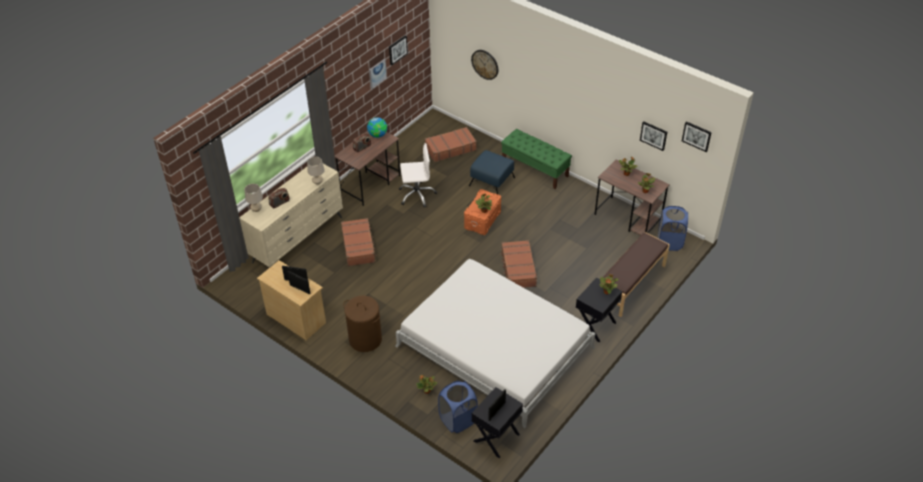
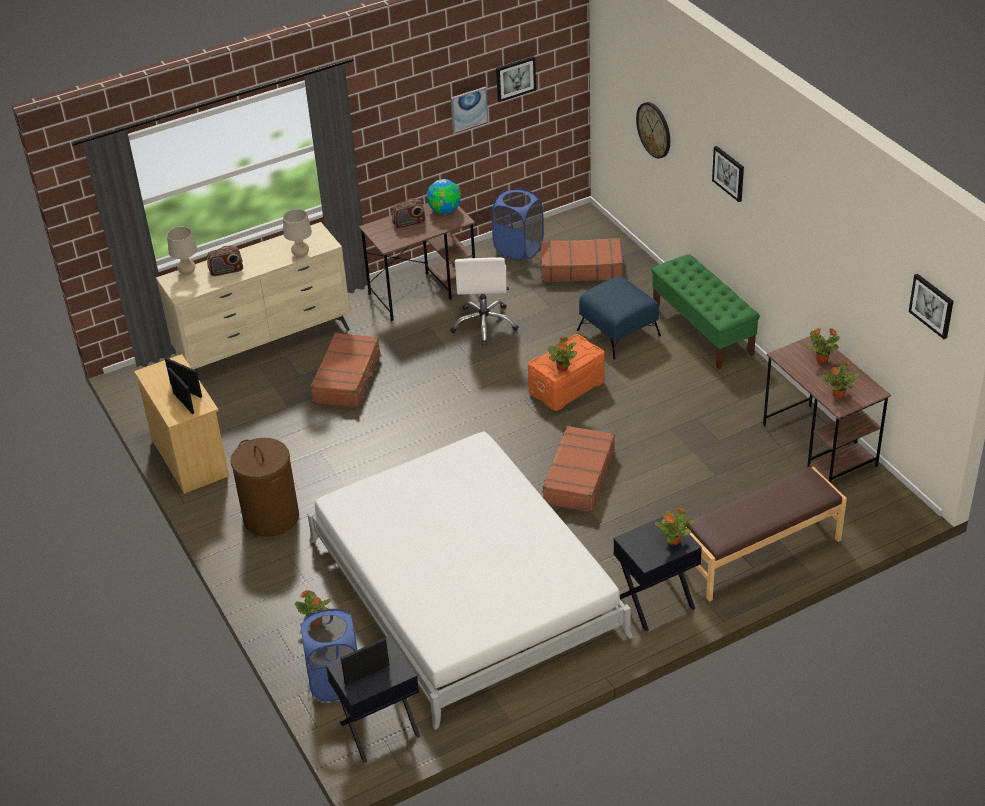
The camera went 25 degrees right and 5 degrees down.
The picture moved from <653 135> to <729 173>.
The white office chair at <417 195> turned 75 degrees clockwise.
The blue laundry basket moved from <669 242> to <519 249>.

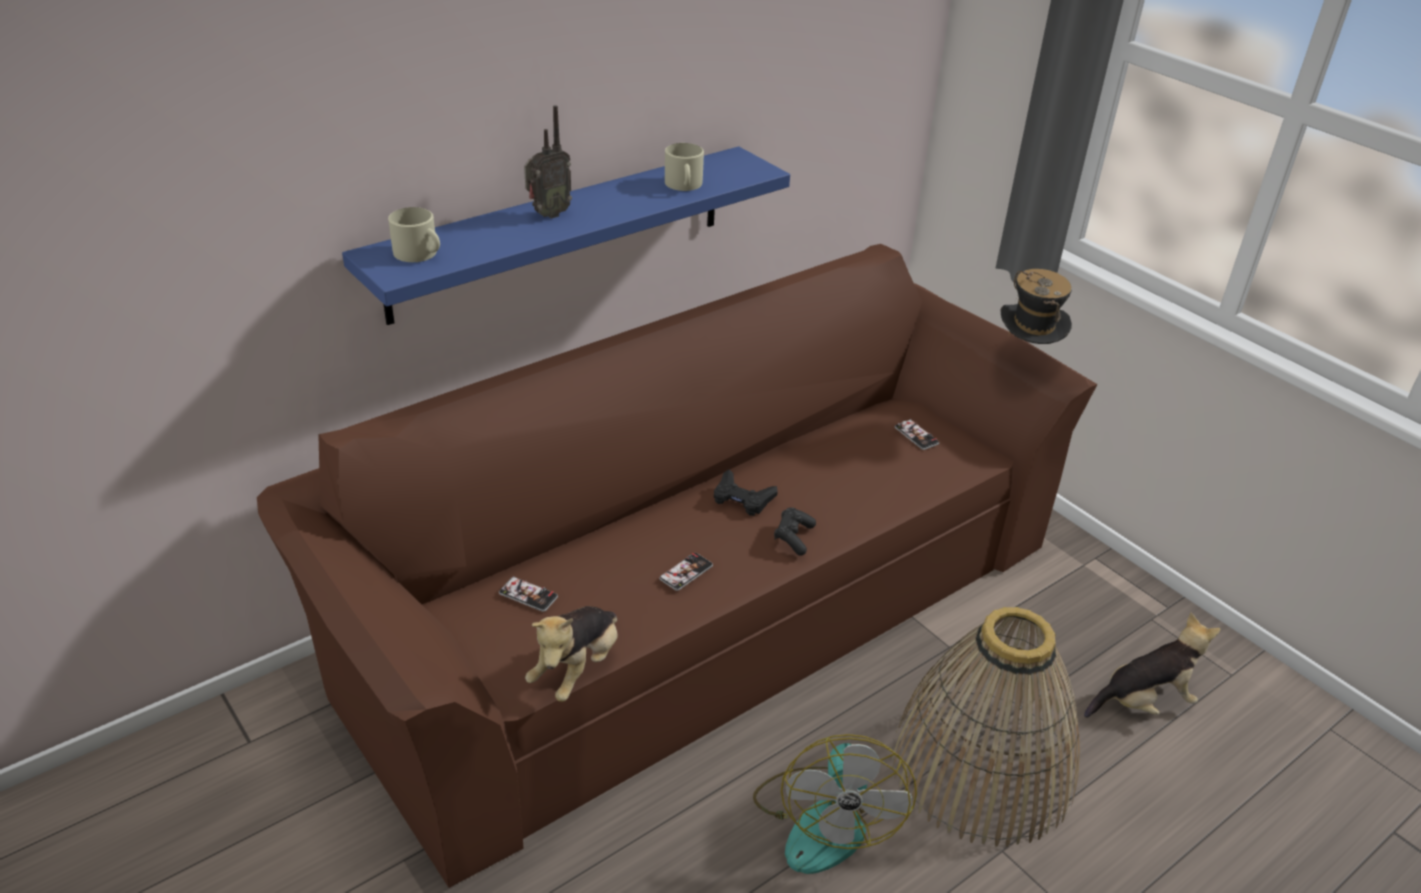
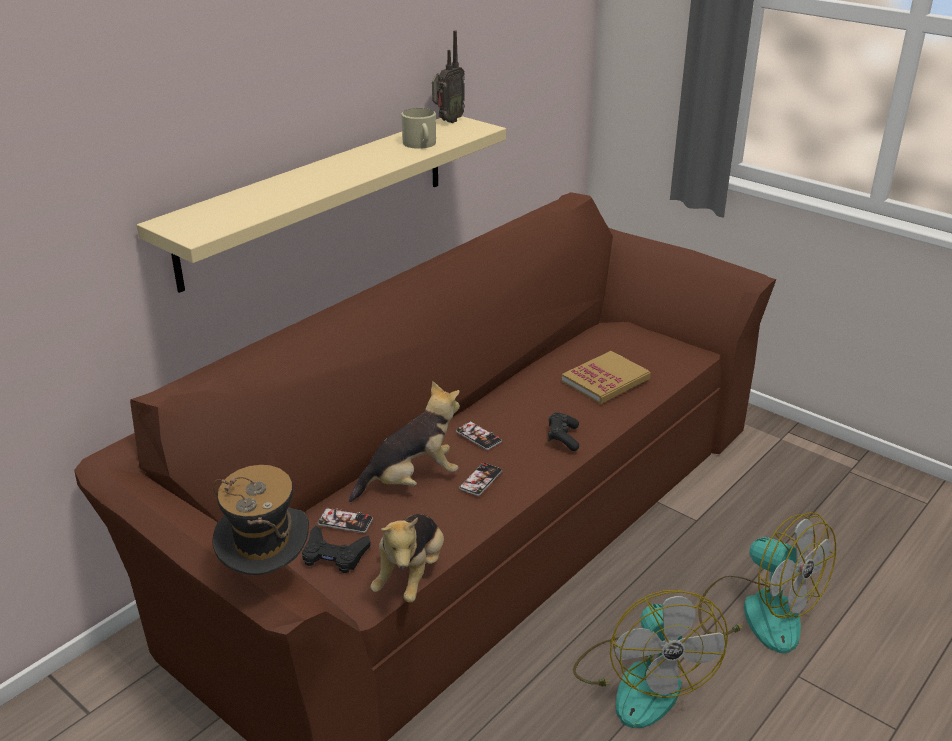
The camera went 10 degrees left and 5 degrees down.
The radio moved from <547 215> to <447 121>.
The blue shelf at <561 232> became the beige shelf at <318 197>.
The beige mug at <419 253> disappeared.
The hat moved from <1026 355> to <267 576>.
The phone moved from <916 435> to <478 436>.
The black game controller moved from <742 498> to <334 555>.
The basket at <981 767> was replaced by the fan at <757 612>.
The plush toy moved from <1143 702> to <411 480>.
The book at <605 380> appeared.

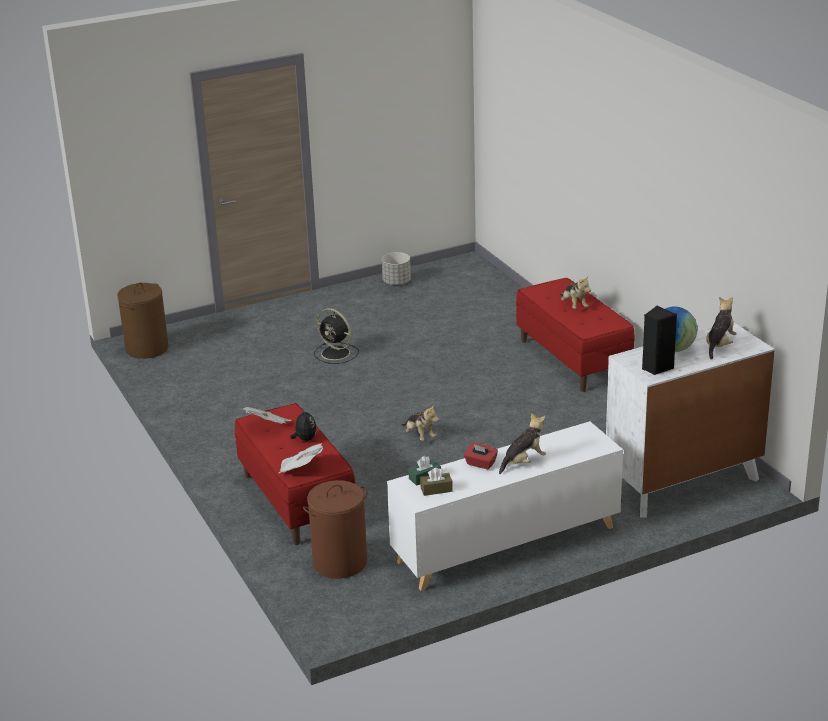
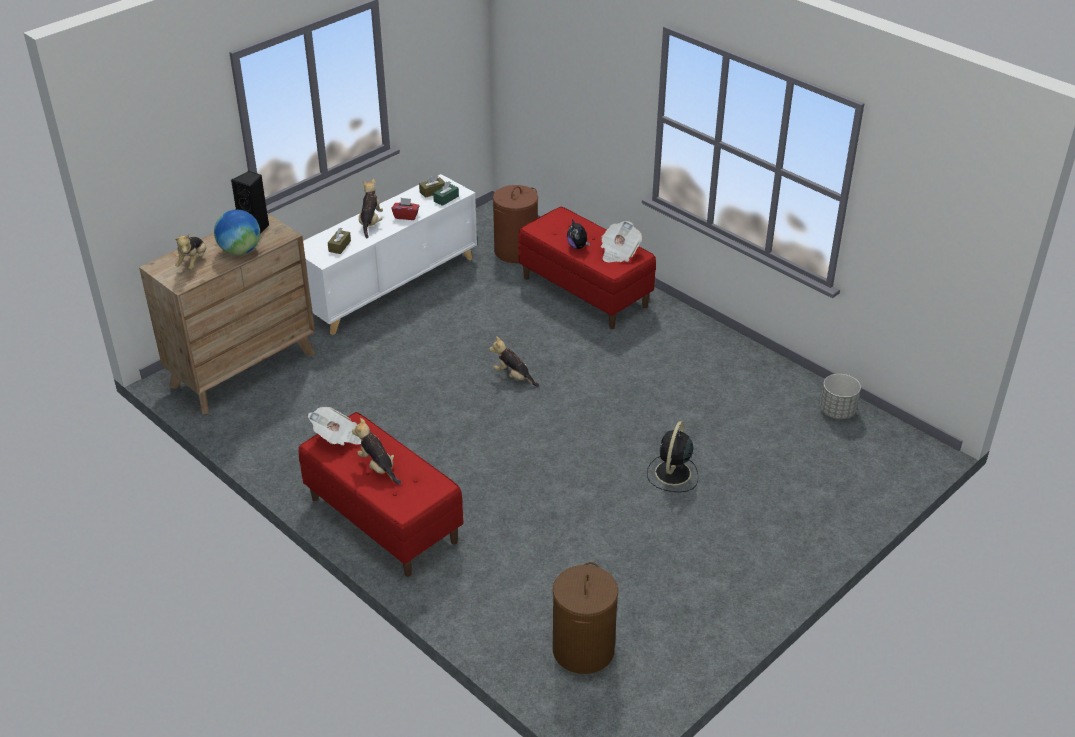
The camera went 160 degrees right and 10 degrees up.
The grey planter moved from <397 282> to <837 411>.
The brown laundry basket moved from <147 348> to <583 650>.
The black fan at <336 353> turned 90 degrees counterclockwise.
The white dresser at <683 483> became the brown dresser at <243 369>.
The plush toy at <523 462> turned 150 degrees clockwise.
The newspaper moved from <300 469> to <337 437>.
The brown tissue box at <339 246> appeared.

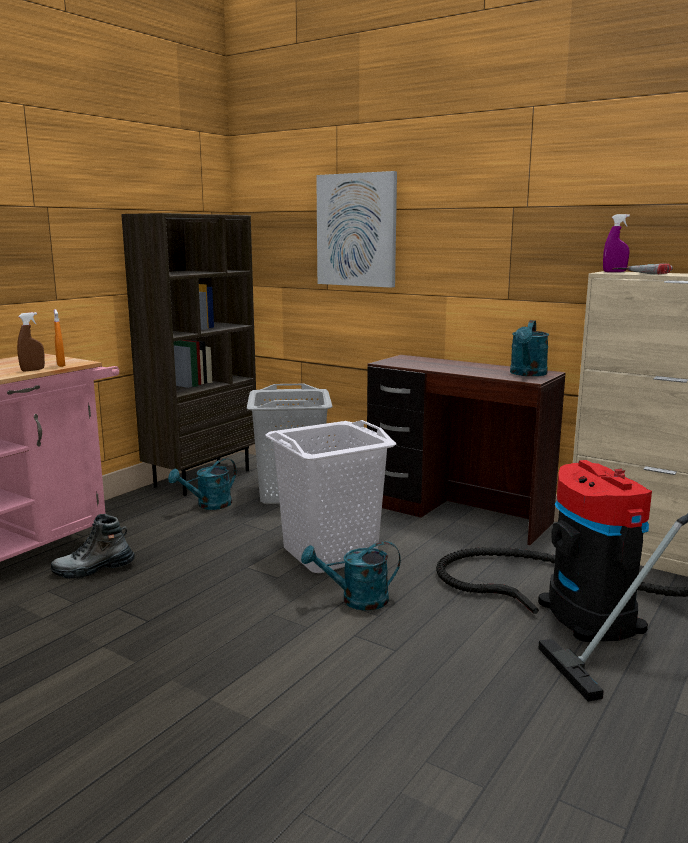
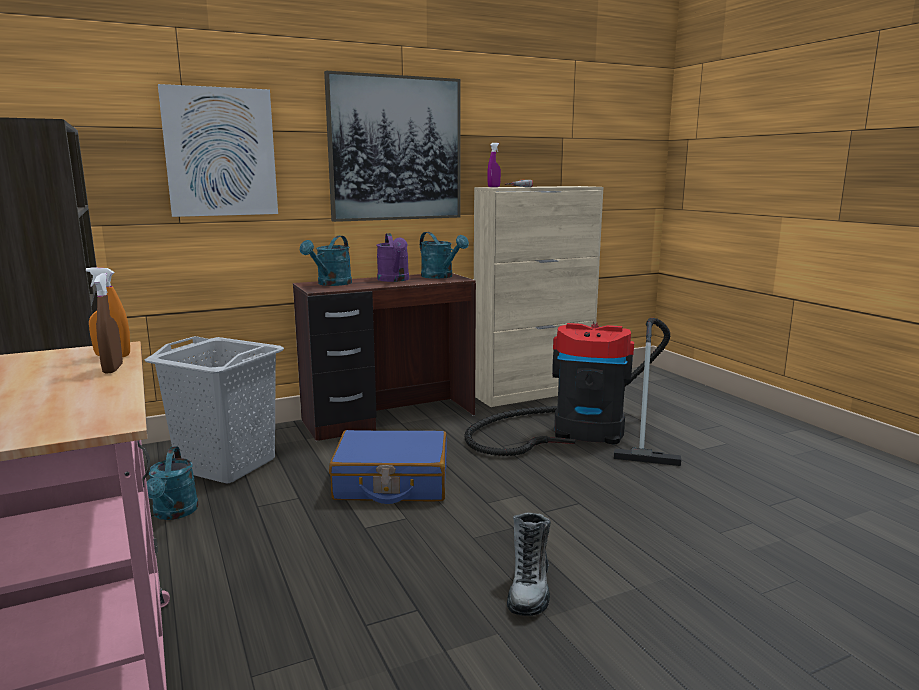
The camera went 60 degrees left and 0 degrees up.
The white laundry basket at <331 554> was replaced by the blue suitcase at <391 483>.
The boot moved from <94 569> to <529 589>.
The turquoise watering can moved from <356 600> to <331 284>.
The picture at <395 149> appeared.
The purple watering can at <394 280> appeared.

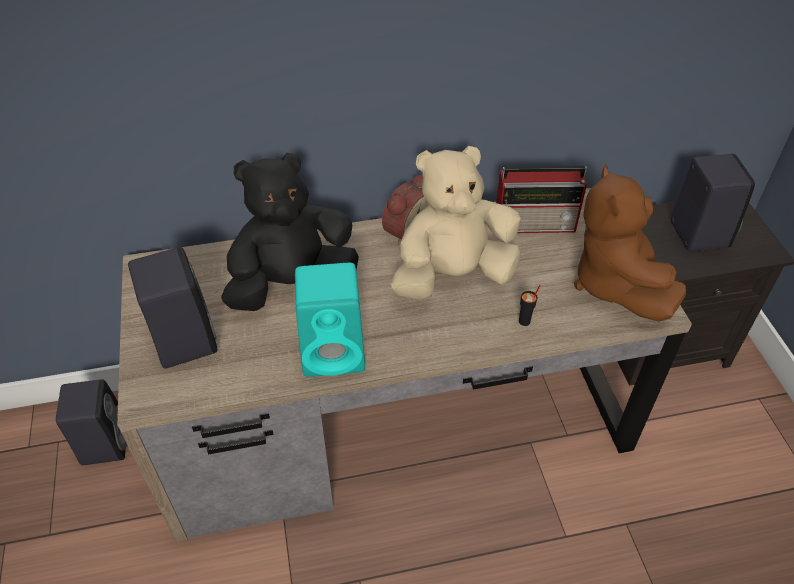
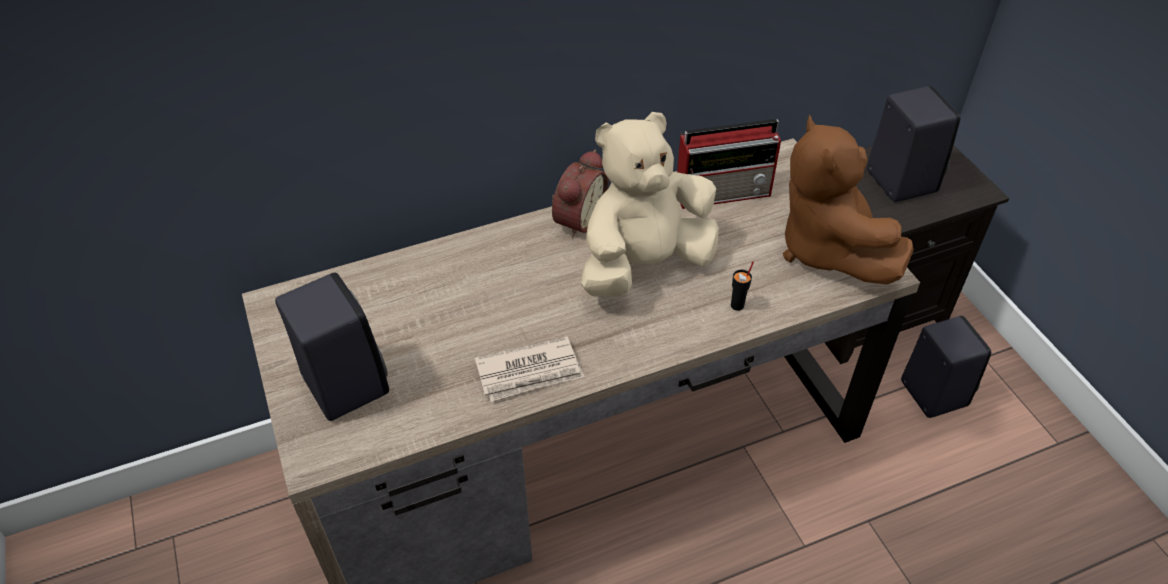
The camera went 10 degrees left and 0 degrees up.
The black plush toy at <292 283> disappeared.
The turquoise speaker at <335 352> was replaced by the newspaper at <530 372>.
The black speaker moved from <104 441> to <931 391>.

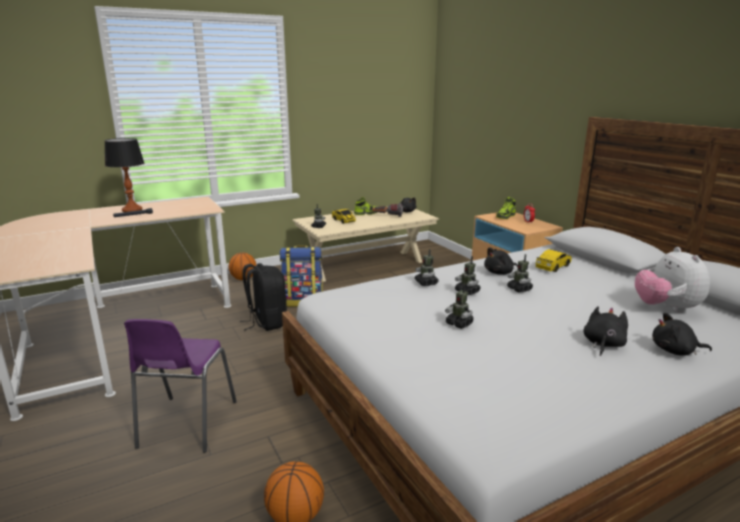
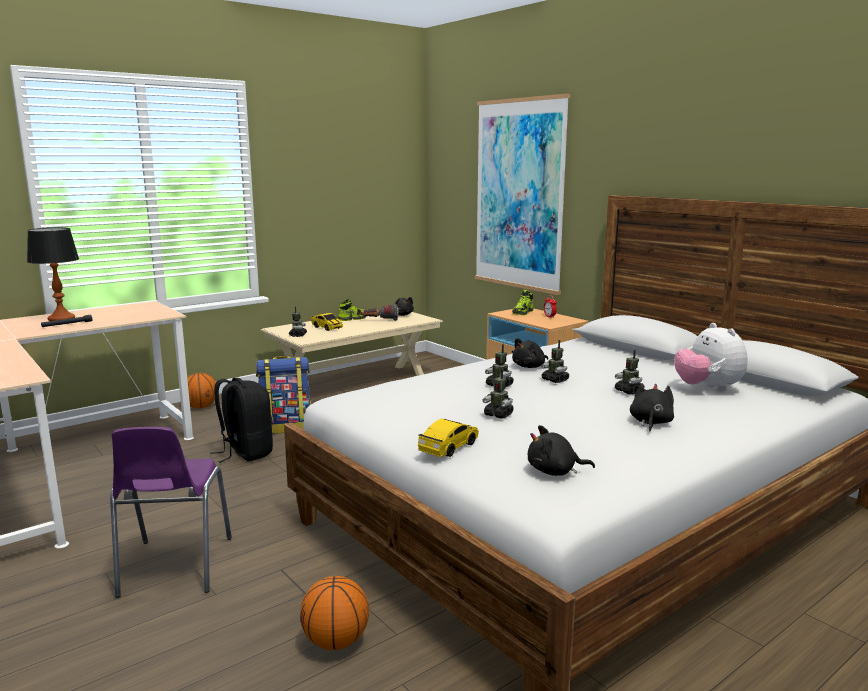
The camera went 10 degrees left and 5 degrees down.
The toy robot moved from <426 283> to <629 391>.
The toy car moved from <553 267> to <449 447>.
The black plush toy moved from <675 351> to <555 472>.
The picture at <519 195> appeared.

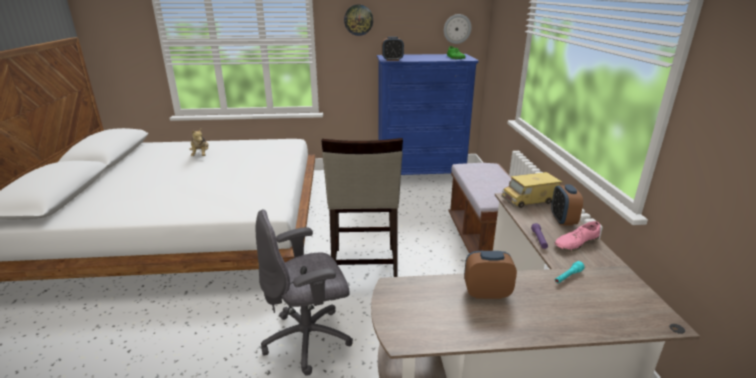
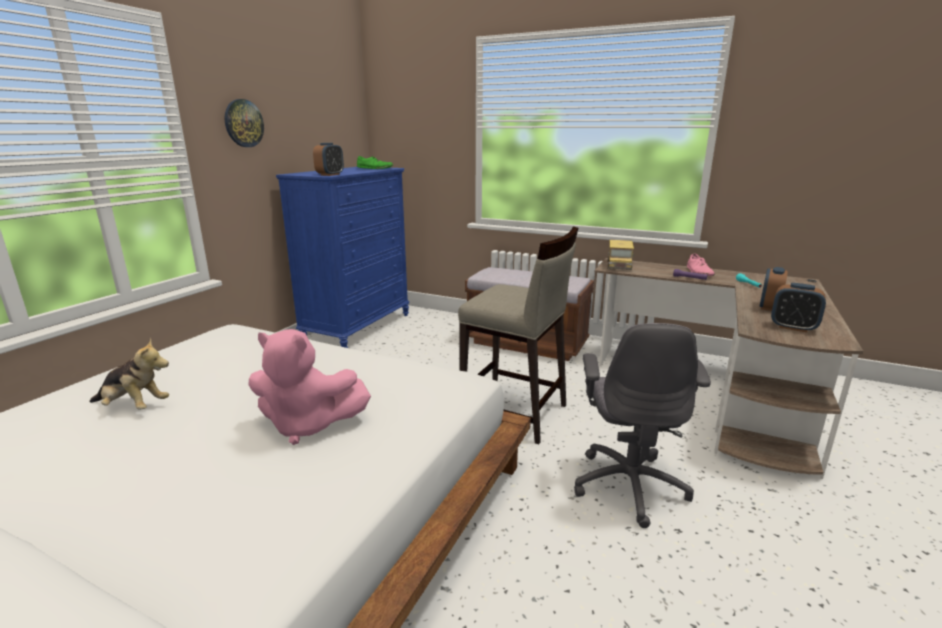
The camera went 60 degrees left and 5 degrees down.
The wall clock at <457 29> disappeared.
The alarm clock moved from <563 220> to <793 327>.
The pink plush toy at <308 425> appeared.

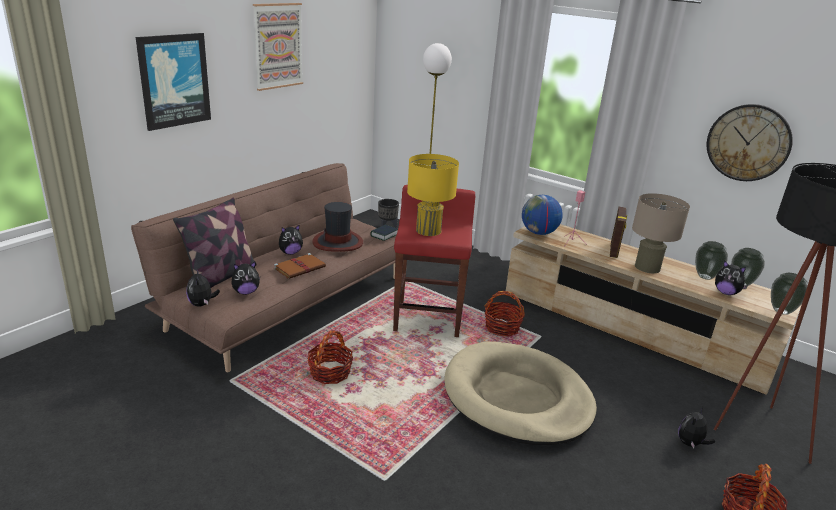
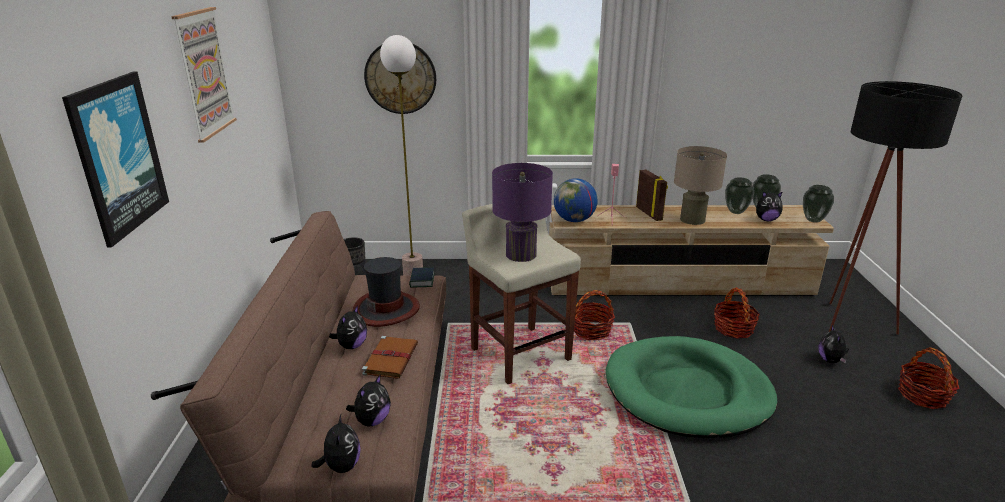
The camera went 35 degrees left and 0 degrees up.
The wall clock moved from <748 143> to <400 77>.
The yellow table lamp at <428 230> became the purple table lamp at <521 254>.
The red stool at <428 317> became the beige stool at <520 353>.
The pillow at <221 276> disappeared.
The plush toy at <202 304> turned 135 degrees counterclockwise.
The basket moved from <330 372> to <733 329>.
The beige dog bed at <517 398> became the green dog bed at <687 391>.

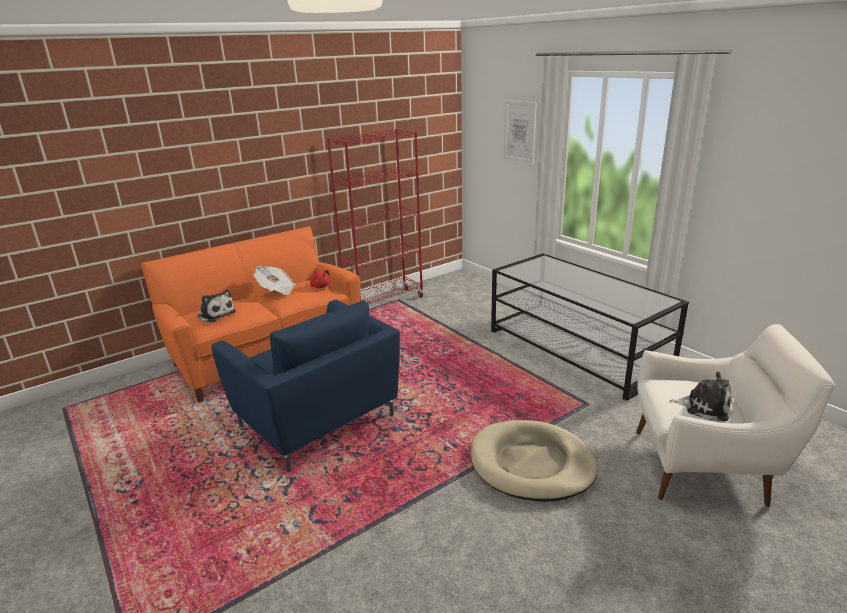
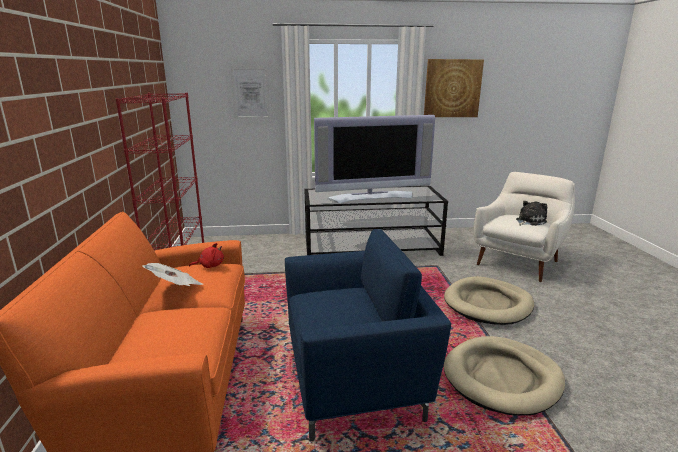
The camera went 60 degrees left and 5 degrees down.
The plush toy at <215 314> disappeared.
The picture at <452 88> appeared.
The television at <372 196> appeared.
The beige dog bed at <502 378> appeared.

